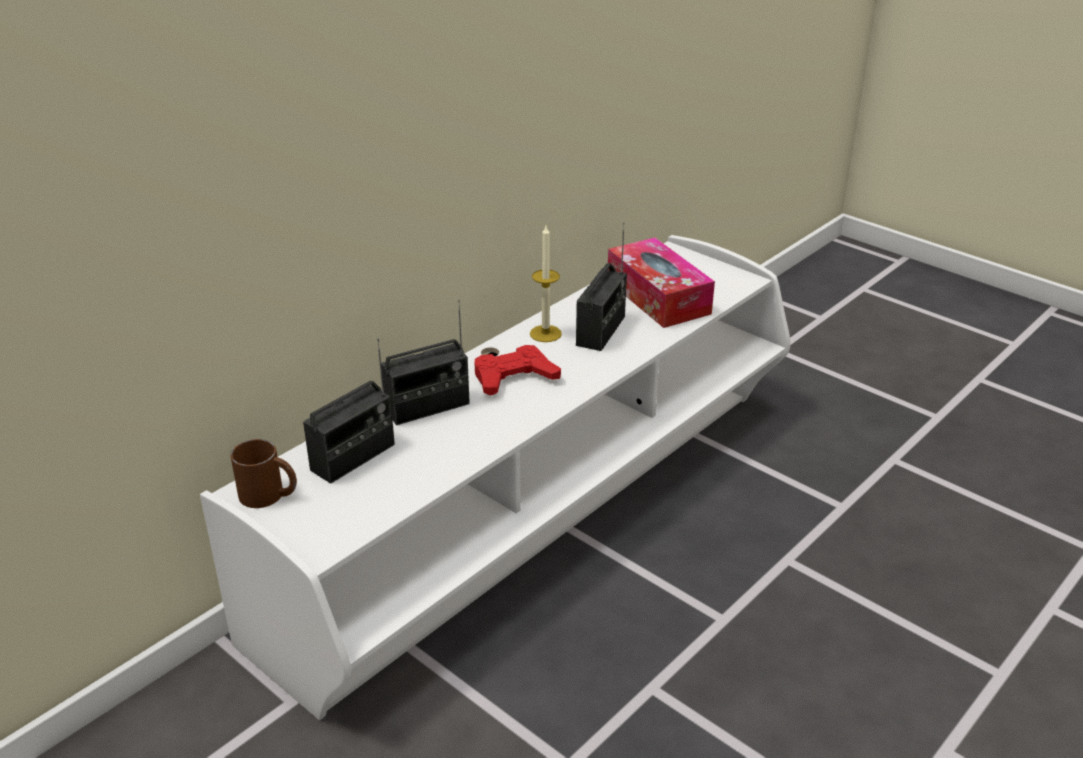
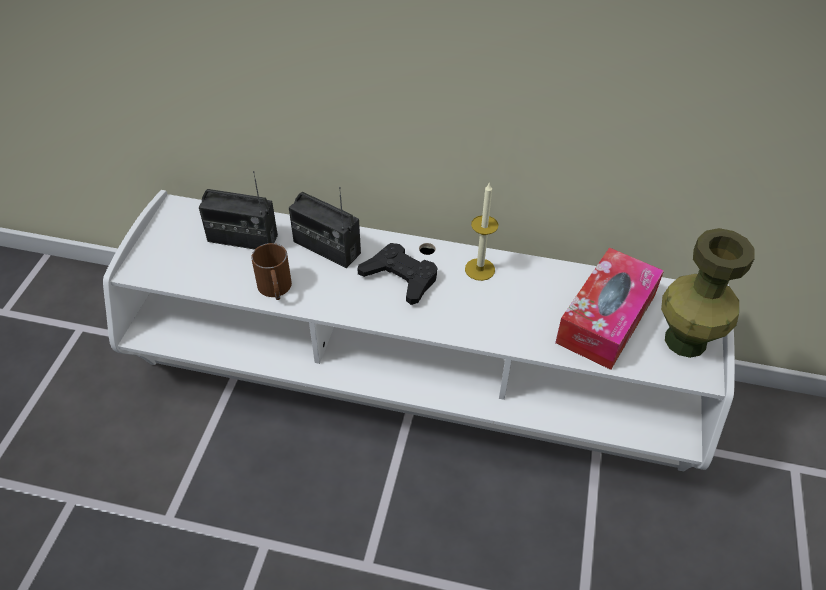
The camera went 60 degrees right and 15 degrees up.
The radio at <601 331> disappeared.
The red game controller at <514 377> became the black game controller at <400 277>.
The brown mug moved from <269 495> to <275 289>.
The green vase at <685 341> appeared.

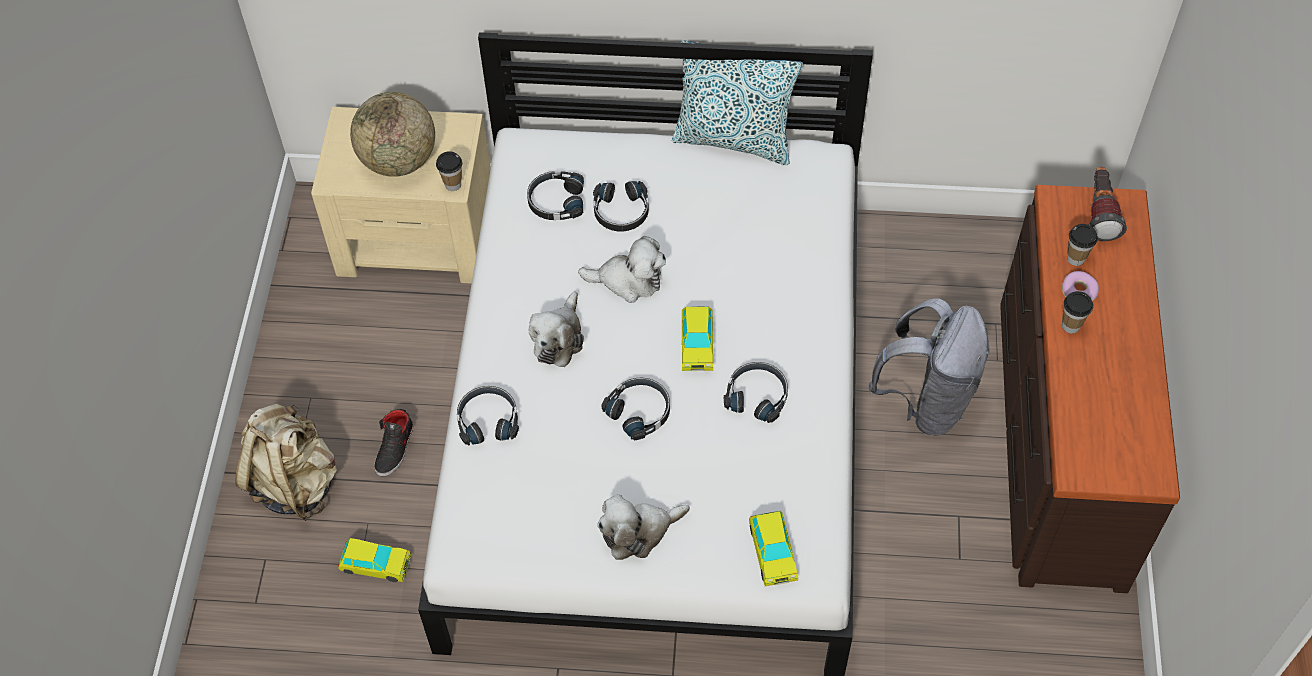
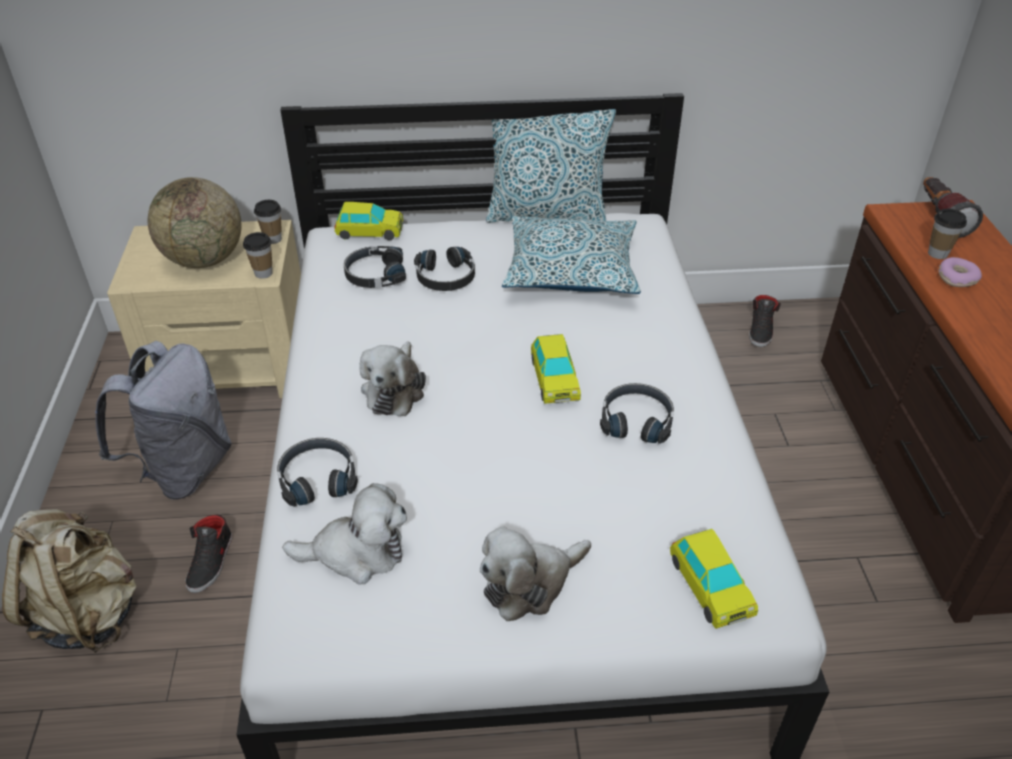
The camera went 10 degrees left and 15 degrees down.
The plush toy moved from <628 280> to <356 553>.
The cup moved from <1070 326> to <273 239>.
The grey backpack moved from <927 401> to <184 469>.
The black headphones at <640 411> disappeared.
The toy car moved from <376 564> to <370 231>.
The pillow at <571 270> appeared.
The black shoe at <761 330> appeared.

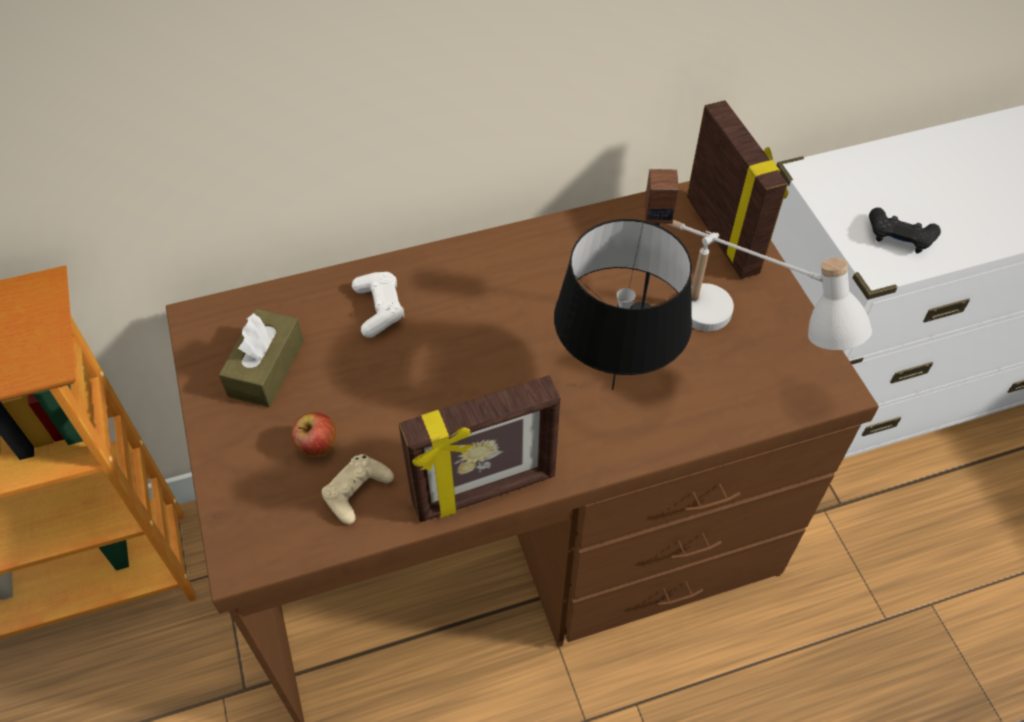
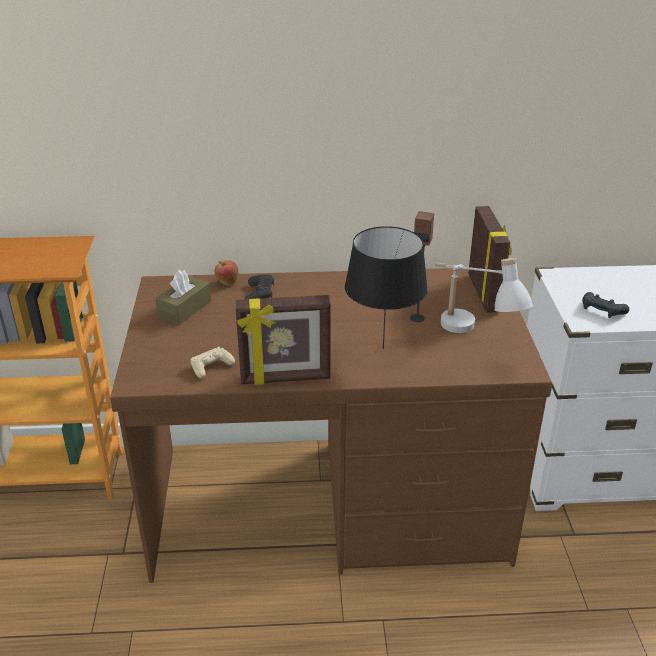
The camera went 15 degrees right and 20 degrees down.
The white game controller at <379 309> became the black game controller at <260 294>.
The apple moved from <318 447> to <227 283>.

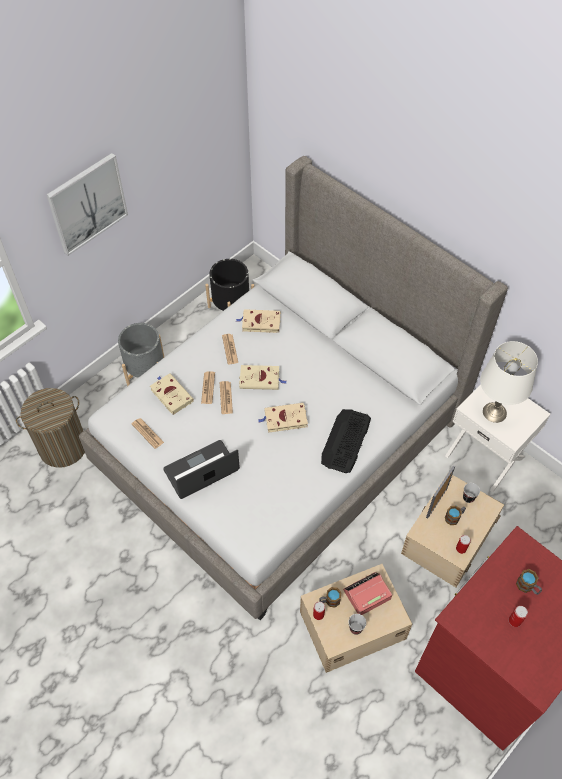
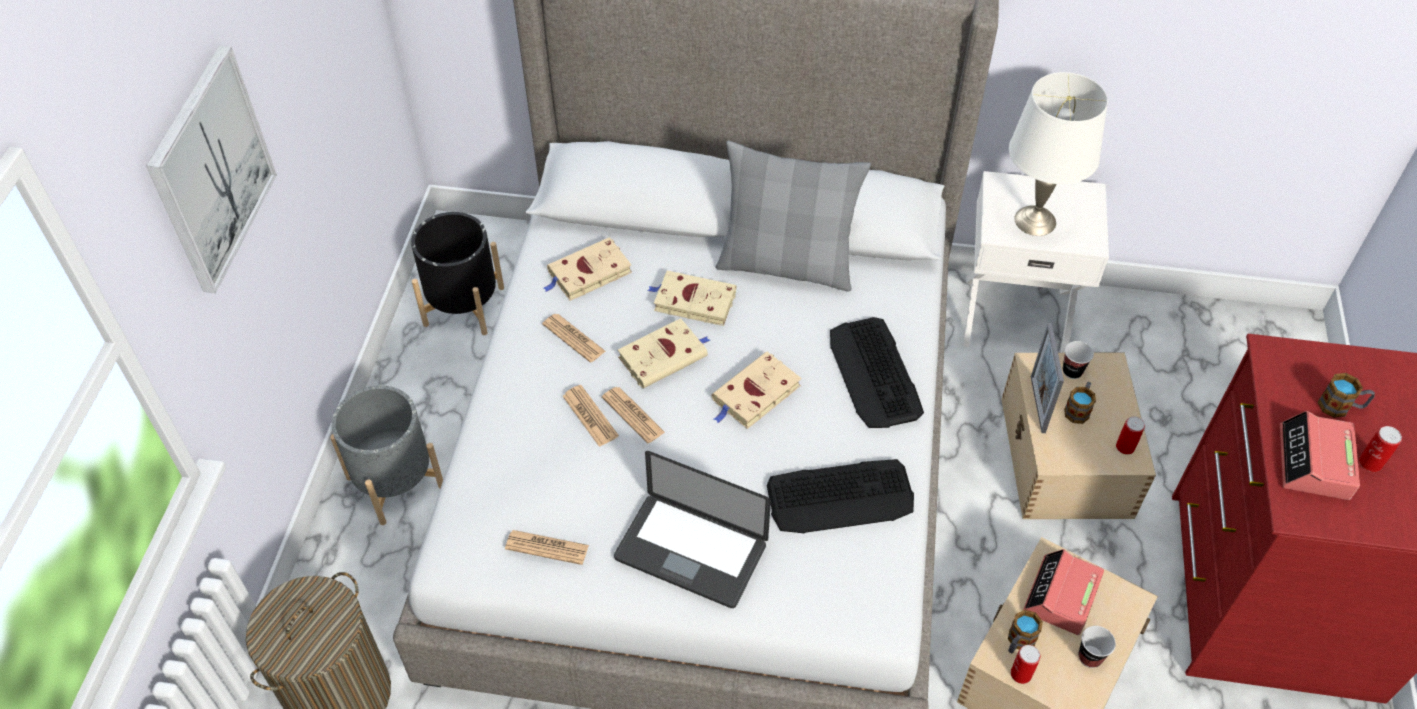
The camera went 35 degrees left and 5 degrees down.
The beige book moved from <170 394> to <692 301>.
The laptop at <201 470> turned 90 degrees counterclockwise.
The grey pillow at <786 265> appeared.
The alarm clock at <1314 463> appeared.
The keyboard at <841 497> appeared.

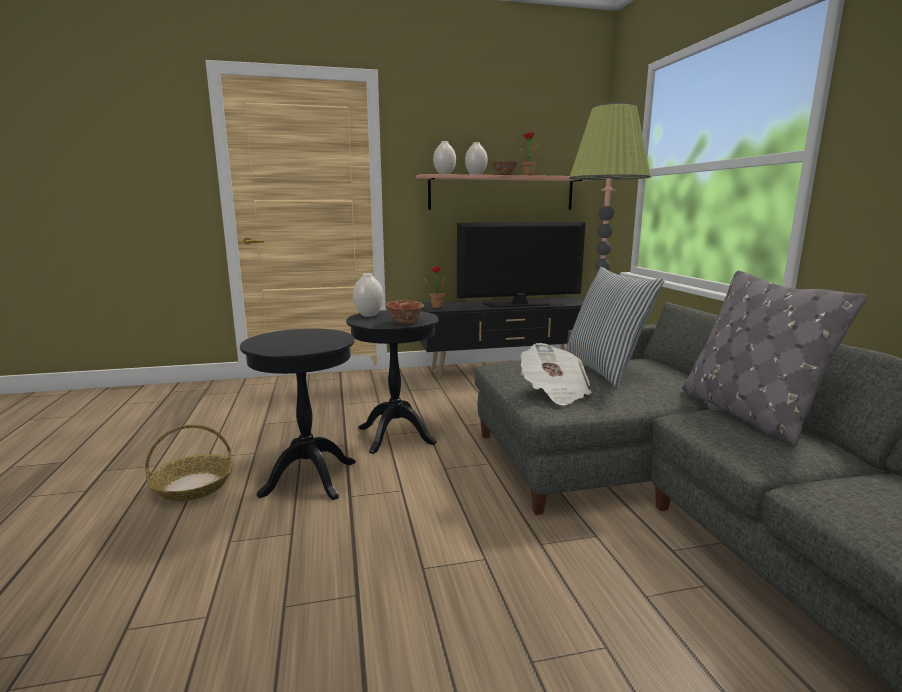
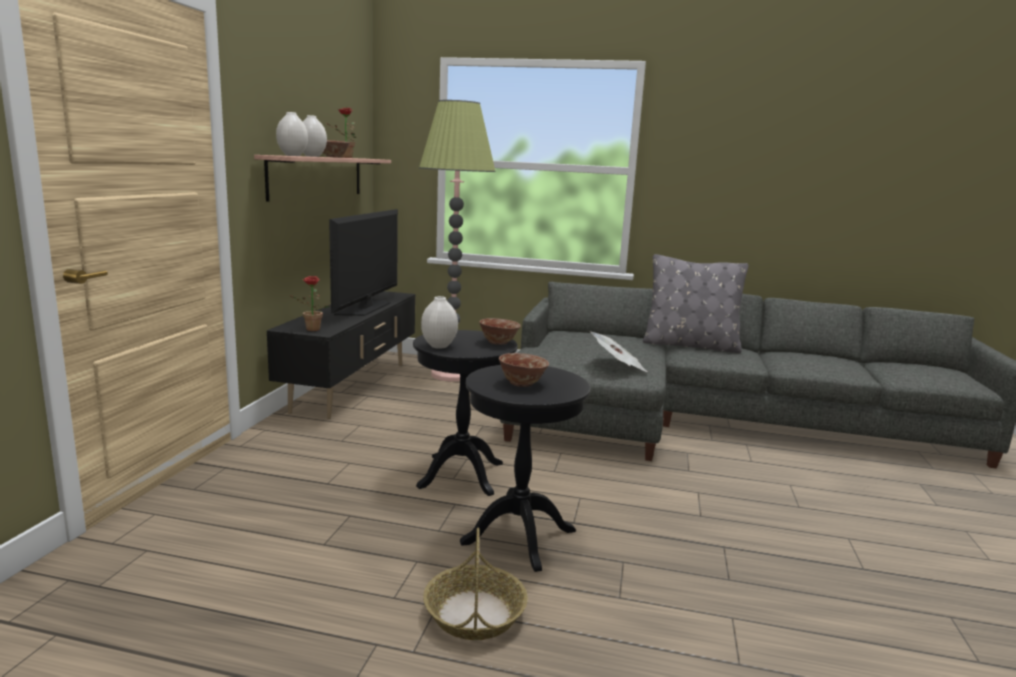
The camera went 65 degrees left and 0 degrees up.
The pillow at <604 369> disappeared.
The bowl at <522 384> appeared.

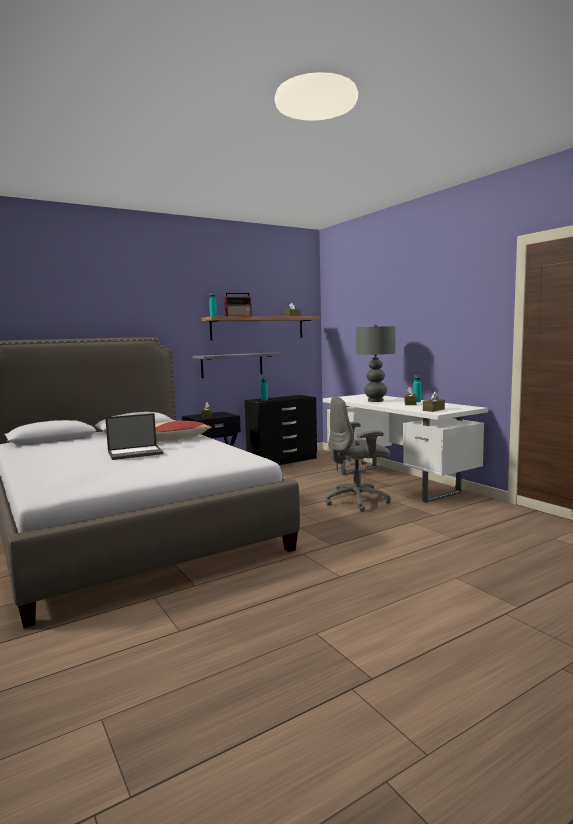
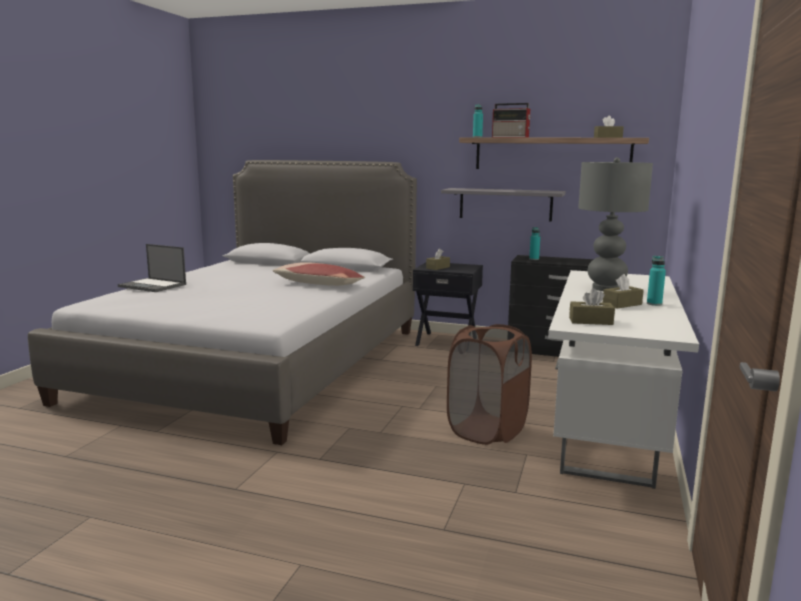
The camera went 50 degrees right and 5 degrees up.
The grey office chair at <358 501> was replaced by the brown laundry basket at <487 430>.
The laptop moved from <136 453> to <153 285>.

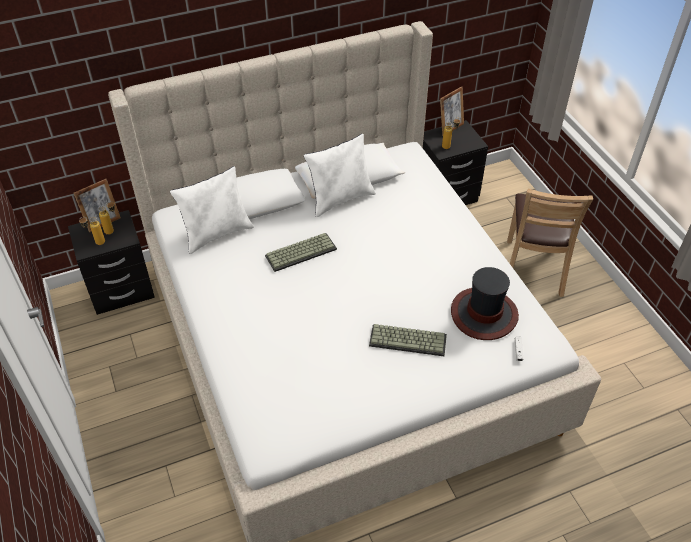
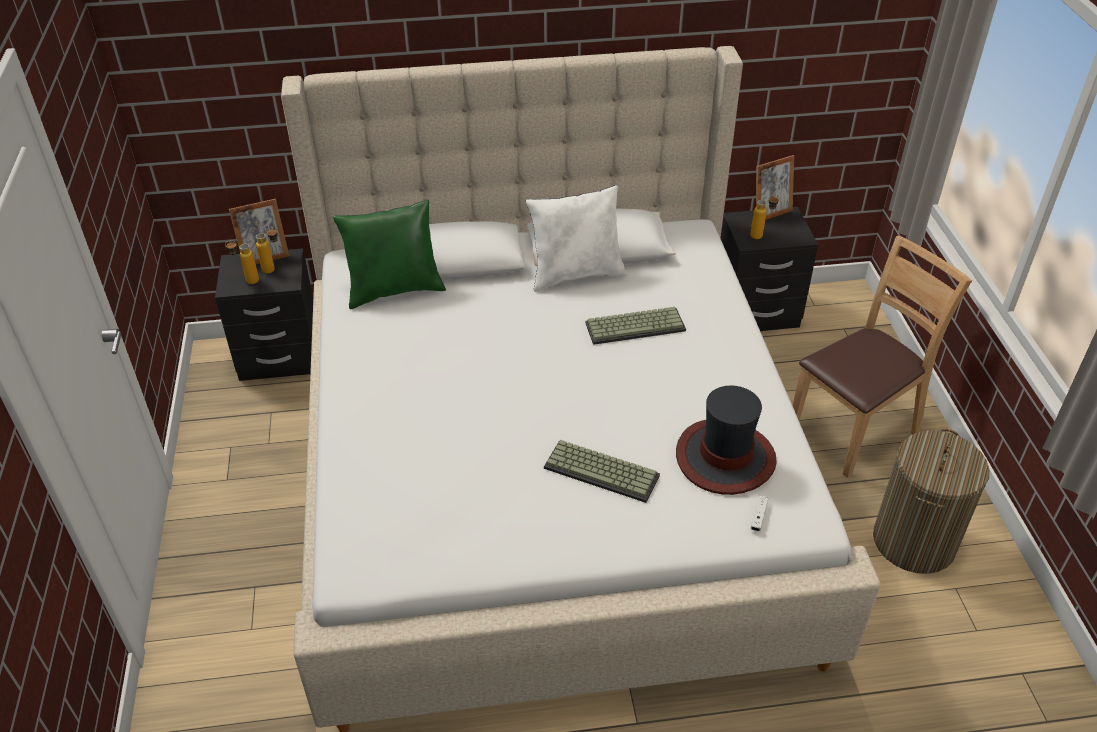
The camera went 15 degrees right and 5 degrees down.
The white pillow at <217 233> became the green pillow at <395 290>.
The brown chair at <533 268> turned 150 degrees counterclockwise.
The keyboard moved from <301 251> to <635 325>.
The laundry basket at <914 541> appeared.

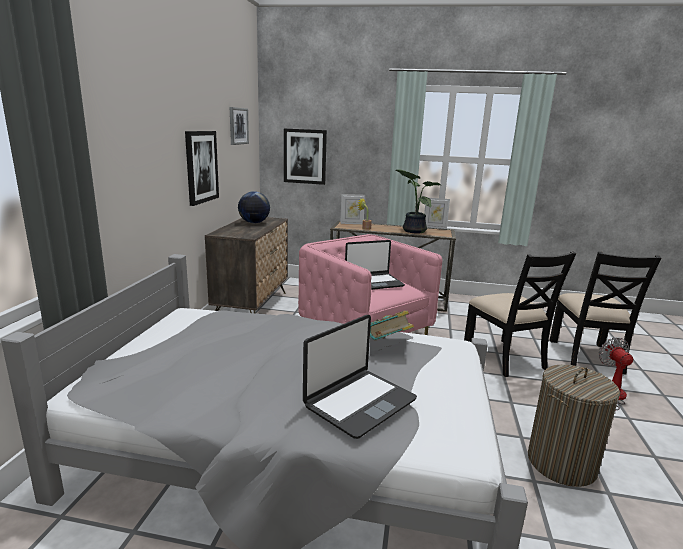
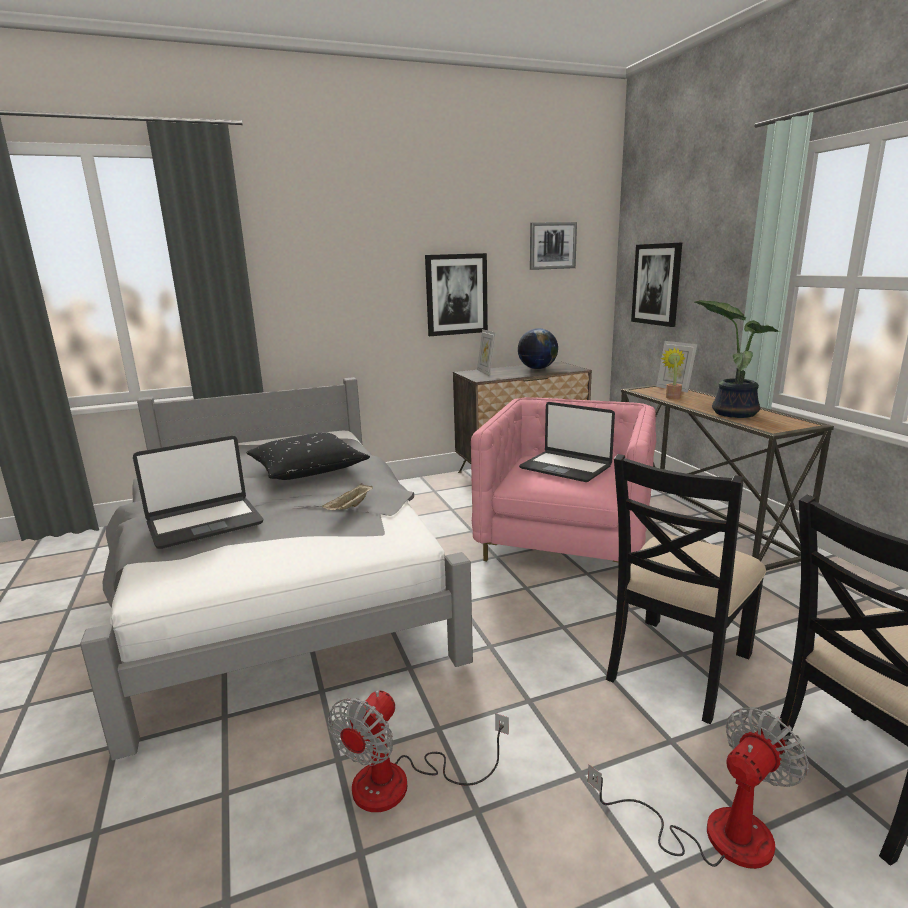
The camera went 60 degrees right and 0 degrees up.
The picture frame moved from <434 227> to <486 372>.
The book at <388 345> was replaced by the beige tray at <350 508>.
The laptop at <359 402> turned 45 degrees counterclockwise.
The laundry basket at <561 463> was replaced by the fan at <401 783>.
The black pillow at <307 469> appeared.

